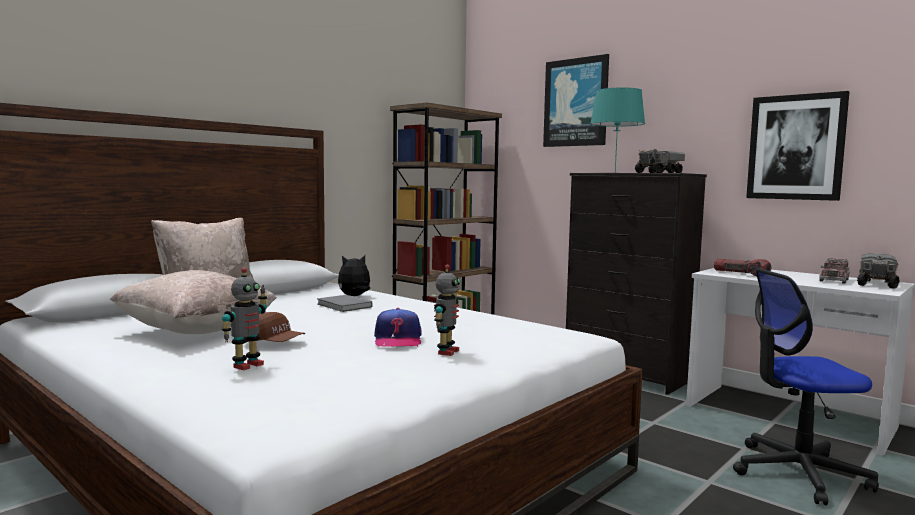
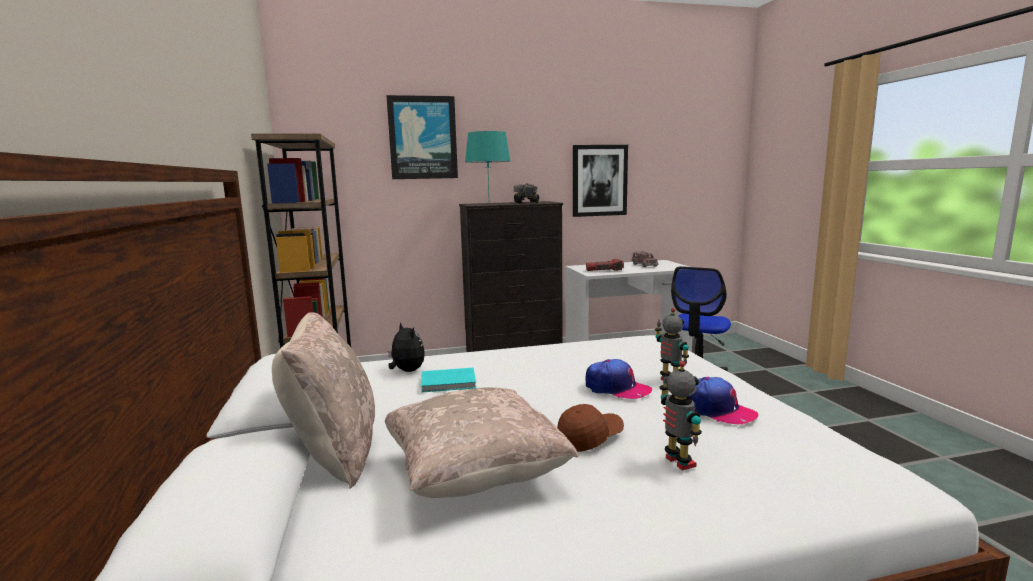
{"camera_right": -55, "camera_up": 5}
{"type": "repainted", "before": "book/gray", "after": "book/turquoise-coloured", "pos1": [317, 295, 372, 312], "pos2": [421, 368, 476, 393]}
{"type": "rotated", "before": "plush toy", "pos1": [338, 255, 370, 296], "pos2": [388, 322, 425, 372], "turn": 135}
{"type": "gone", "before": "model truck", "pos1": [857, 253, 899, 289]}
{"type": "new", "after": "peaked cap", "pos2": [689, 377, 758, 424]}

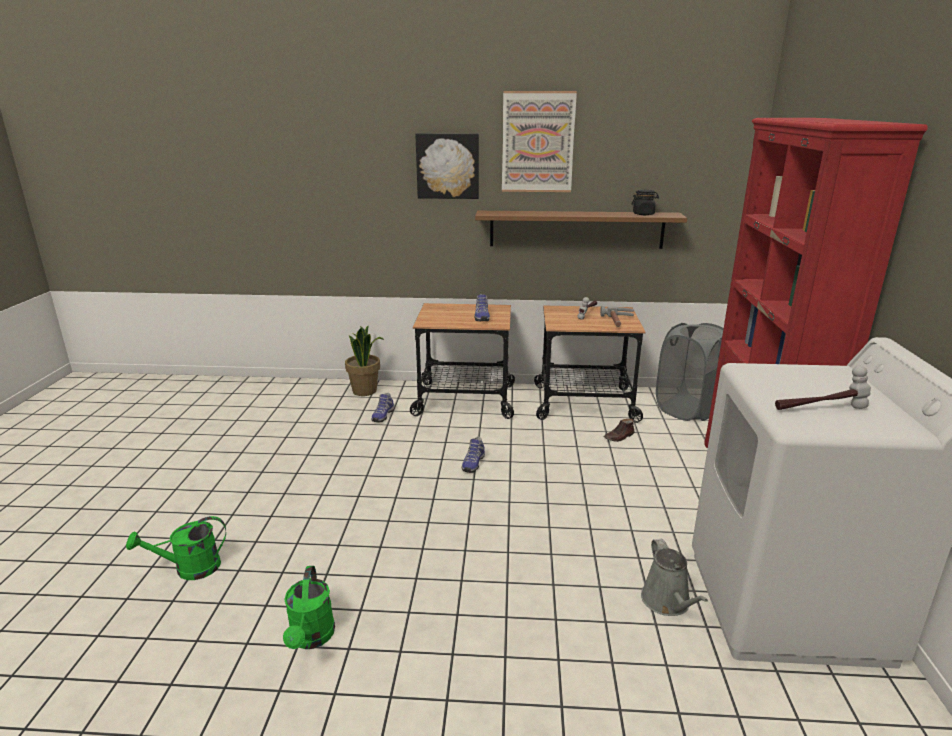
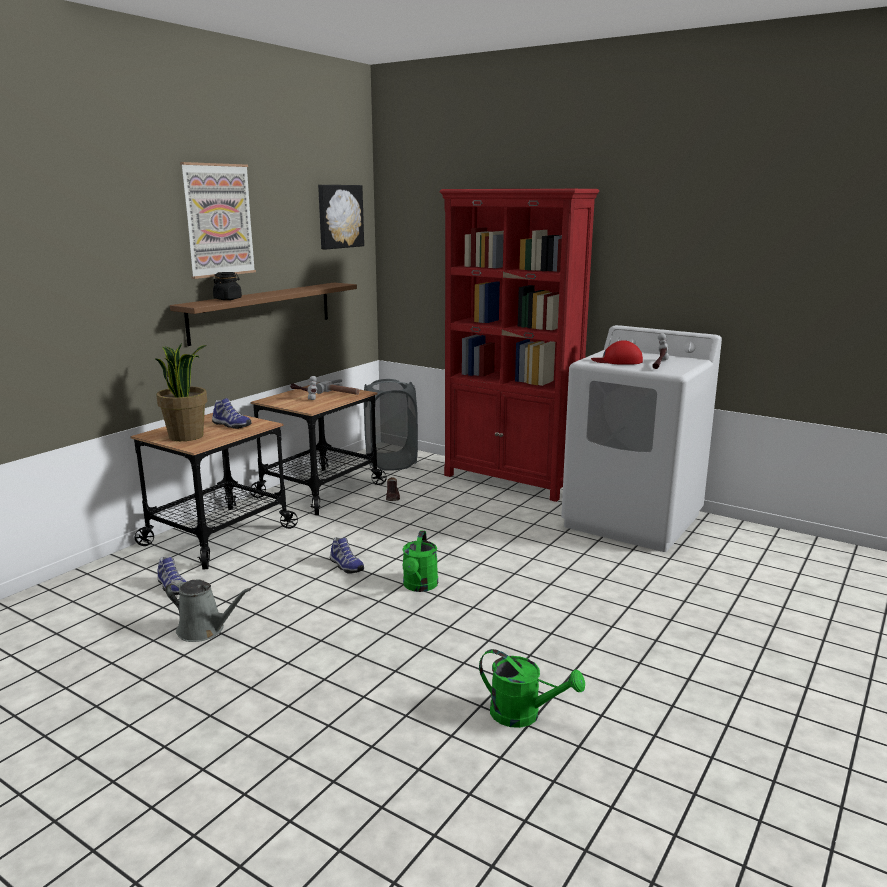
{"camera_right": -60, "camera_up": -5}
{"type": "shifted", "before": "watering pot/green", "pos1": [126, 516, 226, 580], "pos2": [402, 531, 438, 592]}
{"type": "shifted", "before": "potted plant", "pos1": [345, 325, 384, 396], "pos2": [155, 343, 207, 441]}
{"type": "shifted", "before": "wall art", "pos1": [415, 133, 479, 199], "pos2": [318, 185, 364, 250]}
{"type": "shifted", "before": "jar/blackish", "pos1": [631, 190, 659, 215], "pos2": [213, 272, 242, 300]}
{"type": "shifted", "before": "watering pot/gray", "pos1": [641, 539, 708, 616], "pos2": [165, 580, 251, 642]}
{"type": "new", "after": "peaked cap/red", "pos2": [591, 340, 643, 365]}

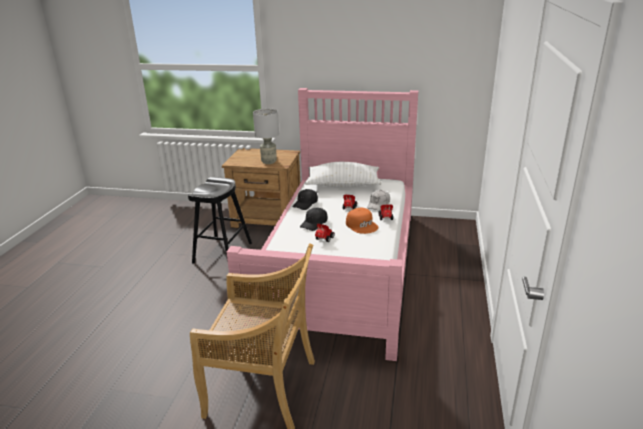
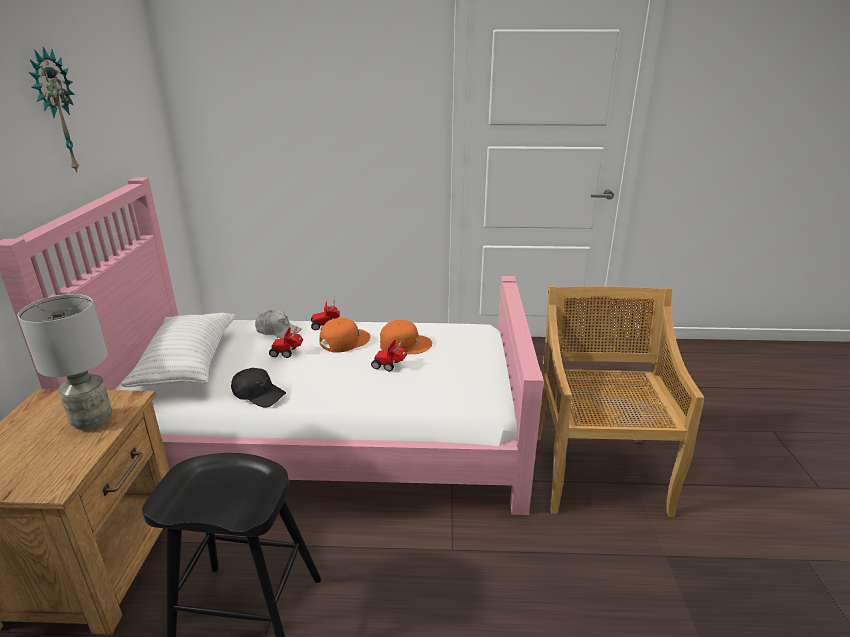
{"camera_right": -100, "camera_up": 0}
{"type": "gone", "before": "peaked cap/blackish", "pos1": [300, 208, 327, 231]}
{"type": "new", "after": "hanging clock", "pos2": [28, 47, 79, 172]}
{"type": "new", "after": "peaked cap/orange-coloured", "pos2": [380, 320, 432, 354]}

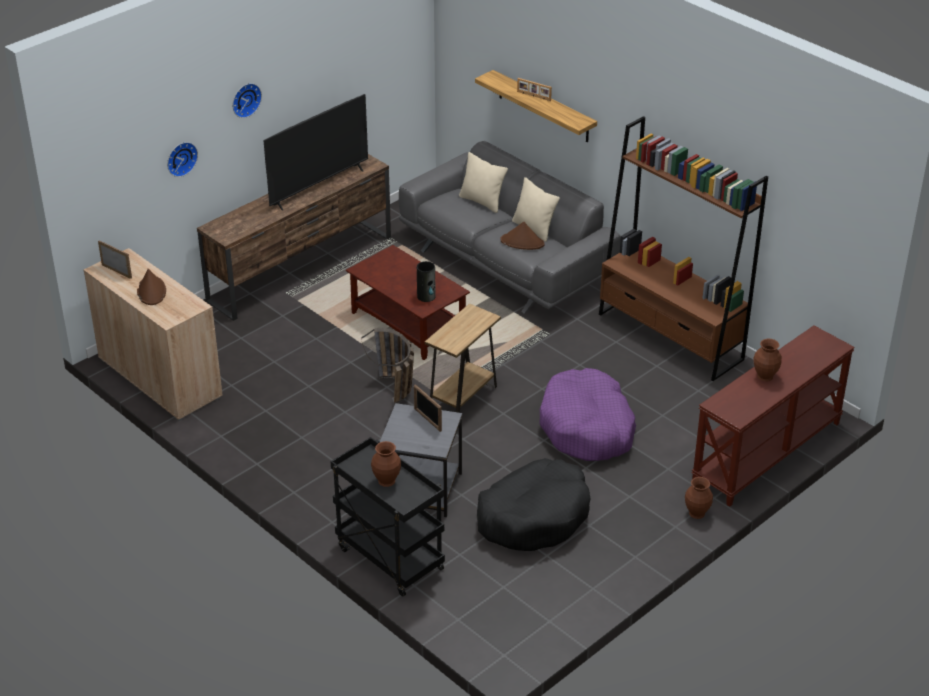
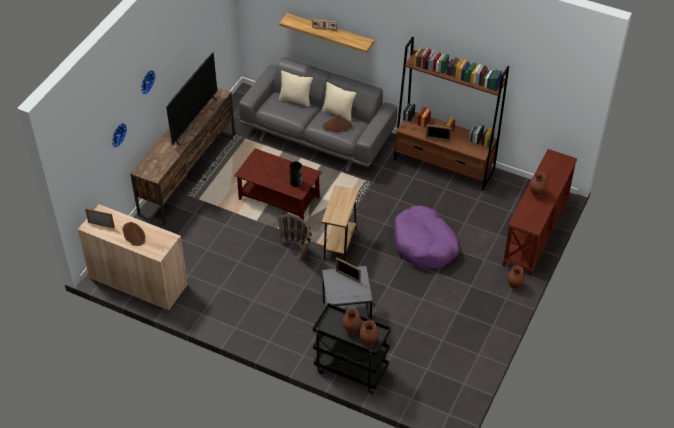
{"camera_right": -20, "camera_up": 10}
{"type": "gone", "before": "dog bed/blackish", "pos1": [477, 458, 591, 551]}
{"type": "new", "after": "vase/brownish", "pos2": [359, 320, 379, 347]}
{"type": "new", "after": "photo frame", "pos2": [425, 124, 452, 142]}

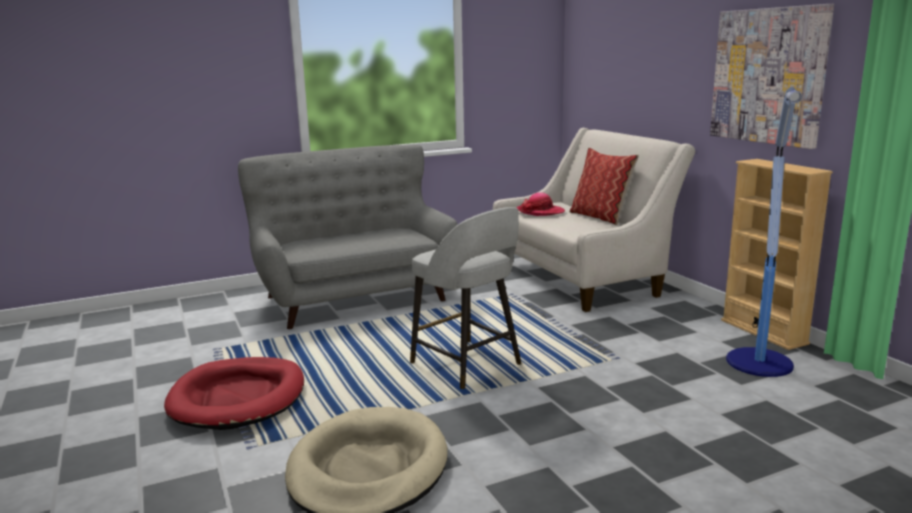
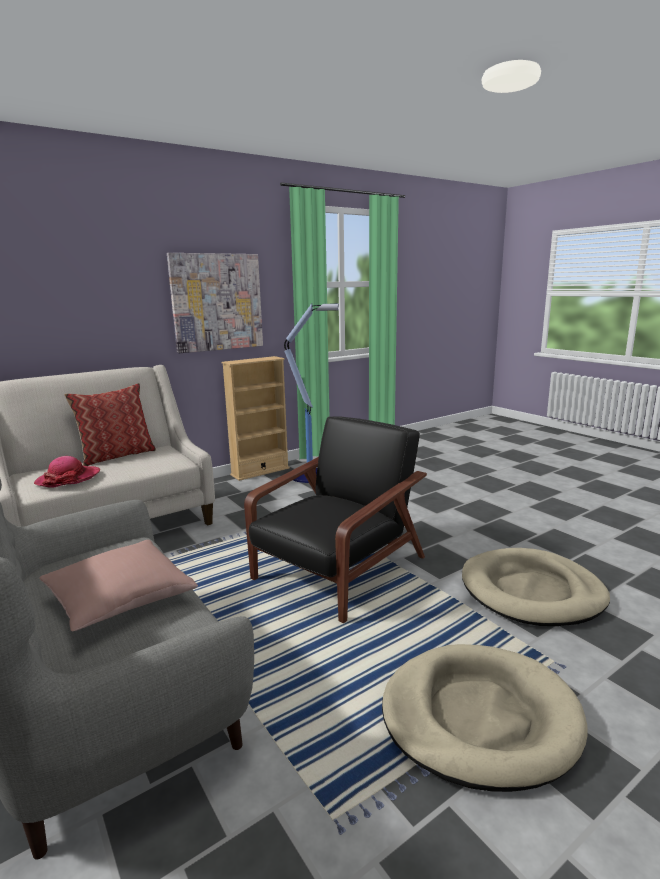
{"camera_right": -100, "camera_up": 0}
{"type": "repainted", "before": "dog bed/red", "after": "dog bed/sand-coloured", "pos1": [164, 357, 304, 430], "pos2": [382, 644, 588, 792]}
{"type": "swapped", "before": "stool seat/gray", "after": "armchair/blackish", "pos1": [410, 207, 521, 389], "pos2": [244, 416, 427, 623]}
{"type": "new", "after": "throw pillow/pinkish", "pos2": [40, 540, 198, 631]}

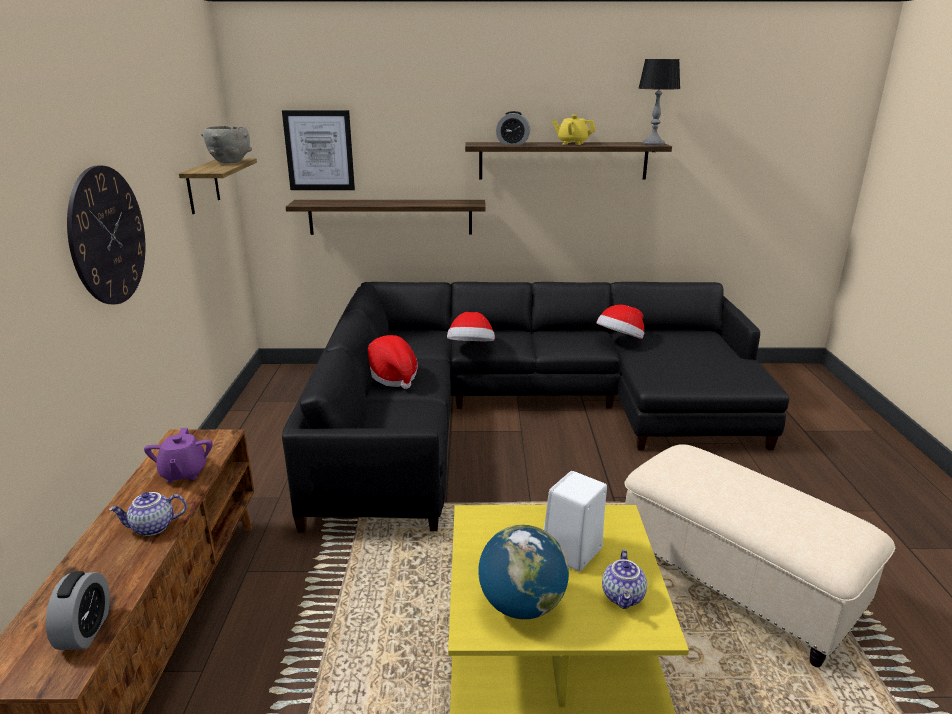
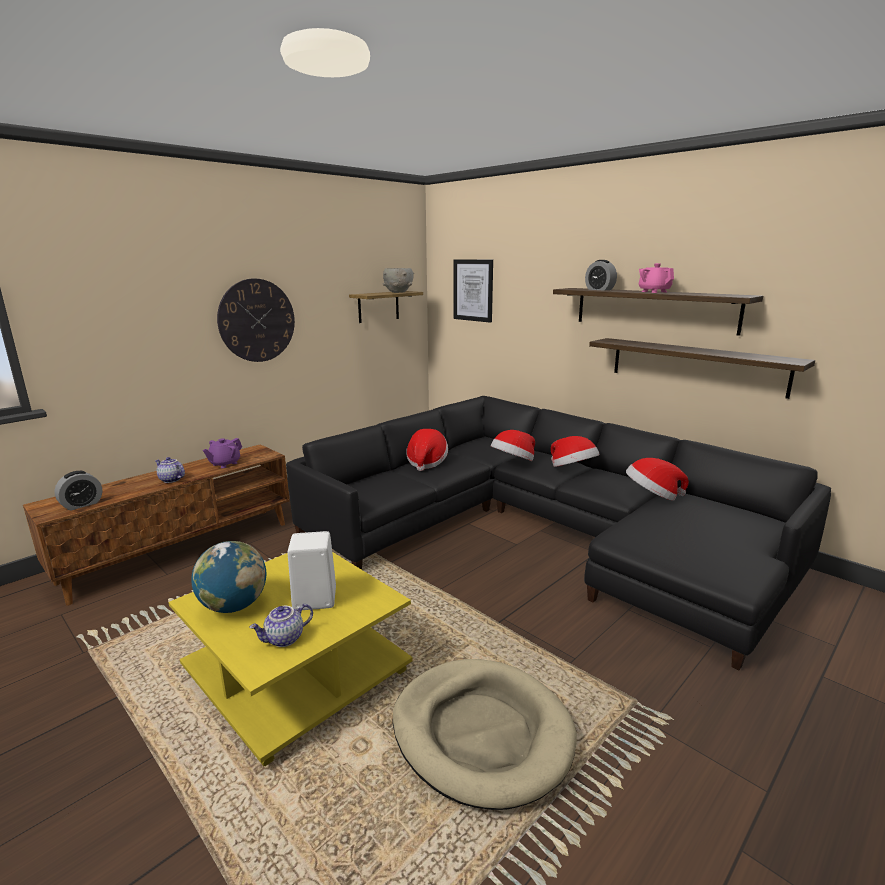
{"camera_right": 45, "camera_up": -5}
{"type": "shifted", "before": "bracket shelf", "pos1": [286, 200, 486, 235], "pos2": [589, 338, 815, 399]}
{"type": "repainted", "before": "tea pot/yellow", "after": "tea pot/pinkish", "pos1": [552, 115, 596, 145], "pos2": [639, 263, 674, 293]}
{"type": "swapped", "before": "ottoman/sand-coloured", "after": "dog bed/sand-coloured", "pos1": [625, 444, 895, 667], "pos2": [393, 659, 577, 810]}
{"type": "gone", "before": "lamp for a table", "pos1": [638, 59, 680, 145]}
{"type": "new", "after": "hat", "pos2": [551, 436, 599, 467]}

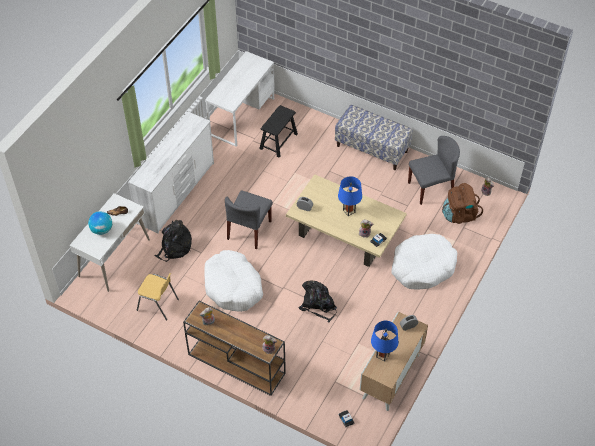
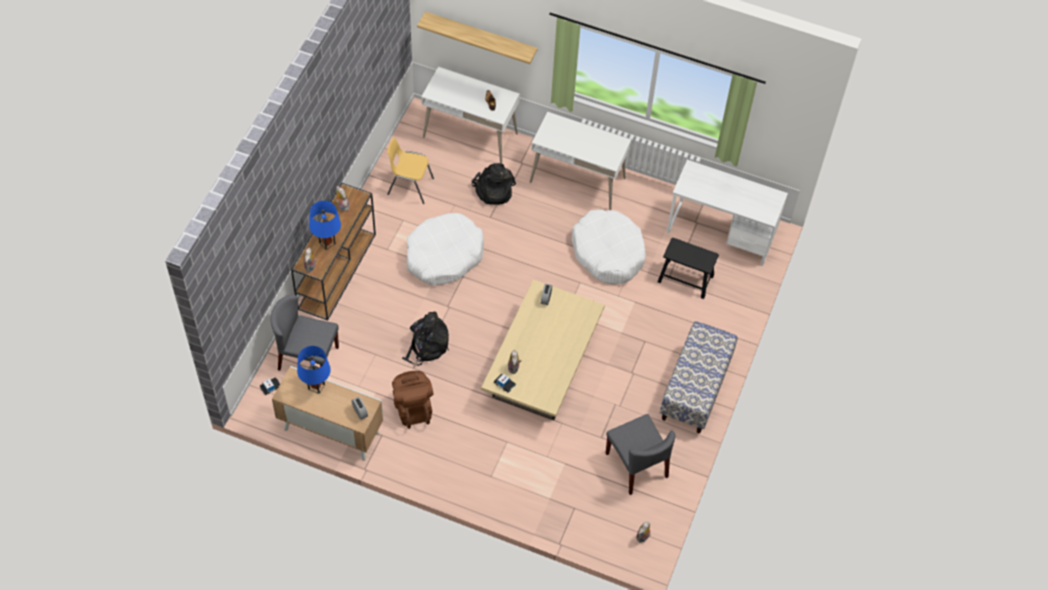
{"camera_right": 80, "camera_up": 5}
{"type": "gone", "before": "world globe", "pos1": [88, 211, 112, 235]}
{"type": "swapped", "before": "drawer chest/white-coloured", "after": "desk/white-coloured", "pos1": [128, 112, 214, 233], "pos2": [530, 112, 631, 210]}
{"type": "rotated", "before": "upright chair/yellow", "pos1": [137, 273, 179, 320], "pos2": [387, 138, 434, 204], "turn": 90}
{"type": "shifted", "before": "upright chair/gray", "pos1": [225, 190, 273, 249], "pos2": [271, 295, 339, 371]}
{"type": "shifted", "before": "lamp for a table/bluish", "pos1": [338, 176, 362, 216], "pos2": [309, 201, 341, 250]}
{"type": "shifted", "before": "dog bed/white-coloured", "pos1": [392, 234, 457, 290], "pos2": [572, 209, 646, 284]}
{"type": "shifted", "before": "backpack/brownish", "pos1": [442, 183, 483, 224], "pos2": [392, 371, 433, 429]}
{"type": "new", "after": "bracket shelf", "pos2": [417, 11, 538, 64]}

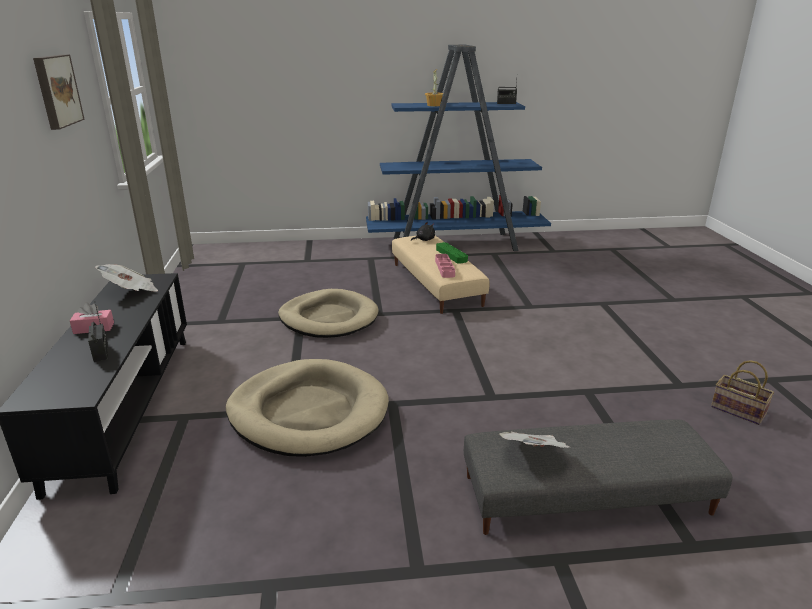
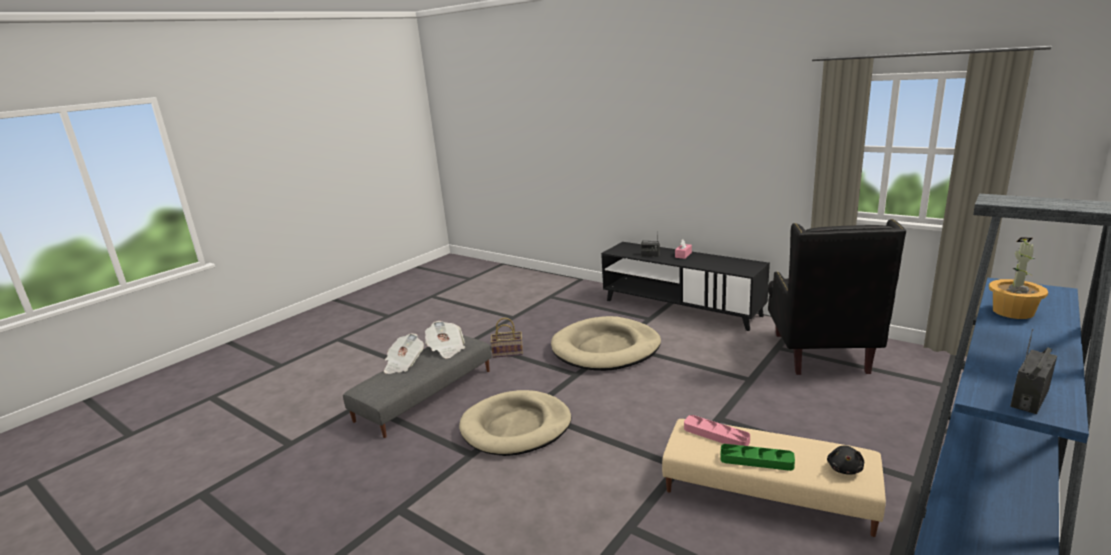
{"camera_right": 135, "camera_up": -5}
{"type": "gone", "before": "wall art", "pos1": [33, 54, 85, 130]}
{"type": "shifted", "before": "daily paper", "pos1": [95, 264, 158, 291], "pos2": [384, 333, 424, 374]}
{"type": "shifted", "before": "dog bed/sand-coloured", "pos1": [278, 289, 379, 338], "pos2": [459, 390, 571, 456]}
{"type": "shifted", "before": "storage basket", "pos1": [711, 360, 774, 425], "pos2": [490, 318, 523, 358]}
{"type": "new", "after": "armchair/blackish", "pos2": [768, 219, 906, 375]}

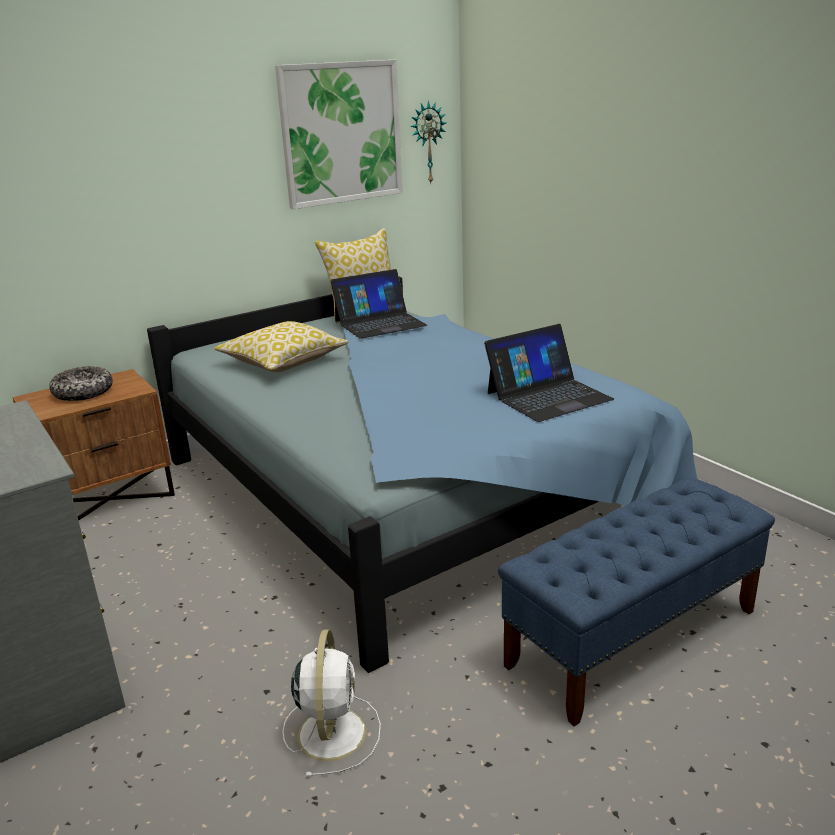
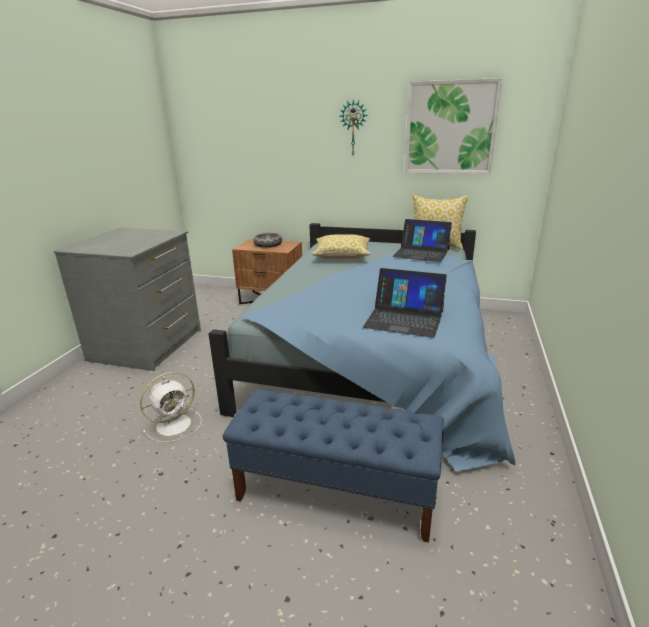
{"camera_right": 50, "camera_up": 0}
{"type": "shifted", "before": "hanging clock", "pos1": [411, 101, 446, 183], "pos2": [340, 99, 368, 155]}

